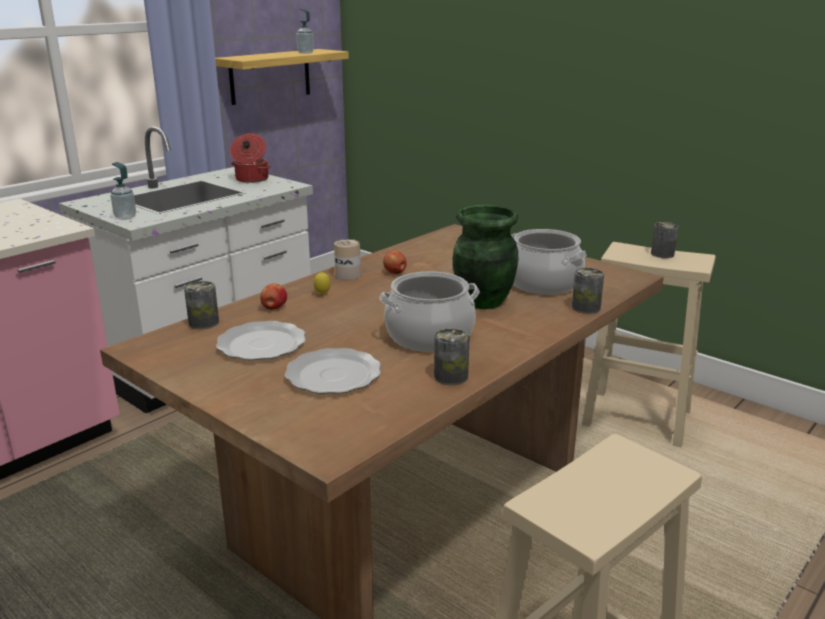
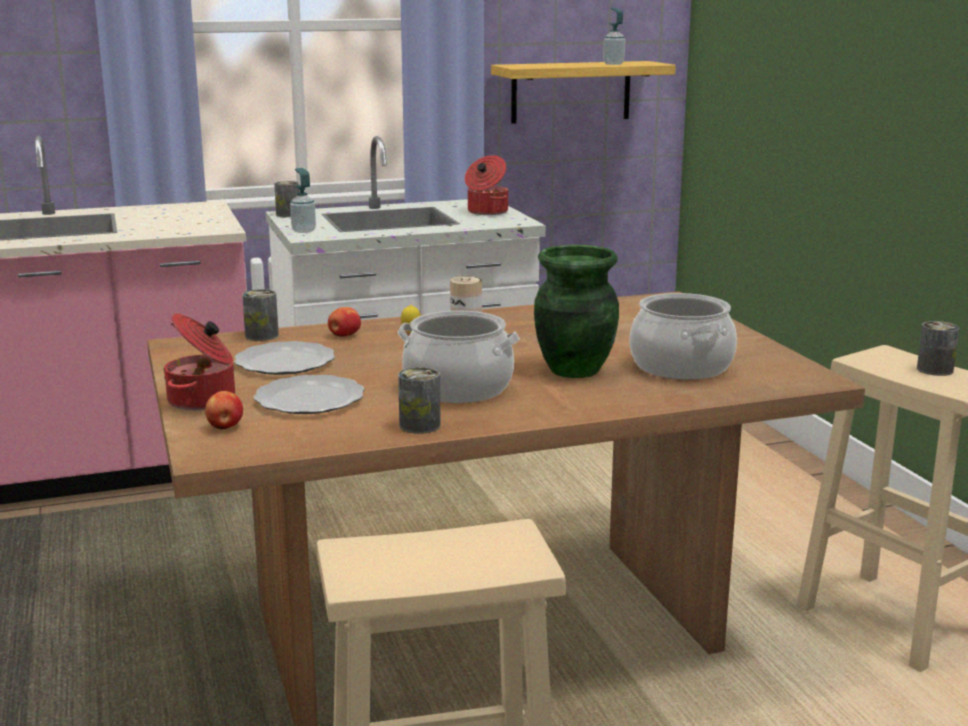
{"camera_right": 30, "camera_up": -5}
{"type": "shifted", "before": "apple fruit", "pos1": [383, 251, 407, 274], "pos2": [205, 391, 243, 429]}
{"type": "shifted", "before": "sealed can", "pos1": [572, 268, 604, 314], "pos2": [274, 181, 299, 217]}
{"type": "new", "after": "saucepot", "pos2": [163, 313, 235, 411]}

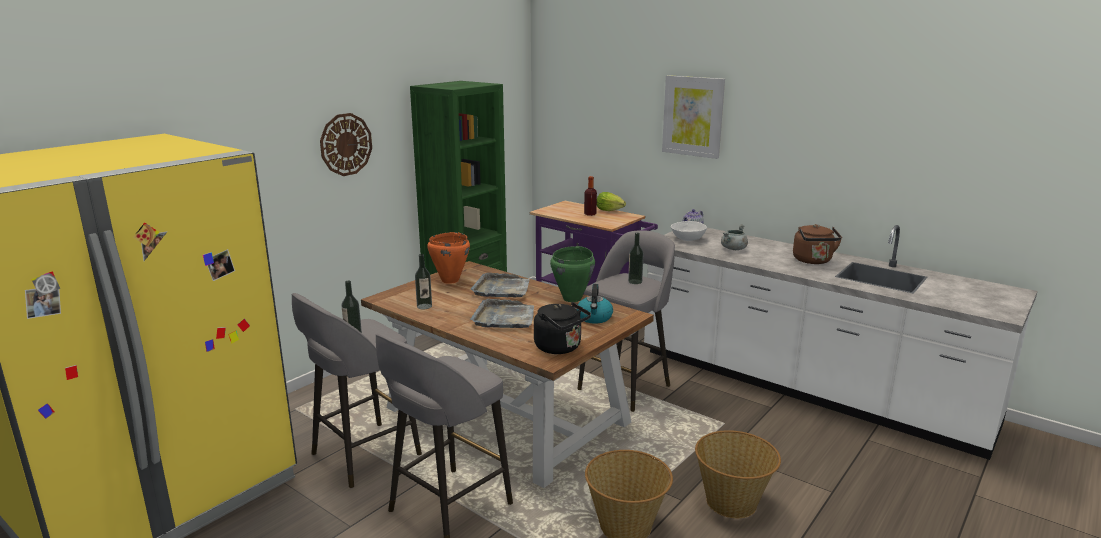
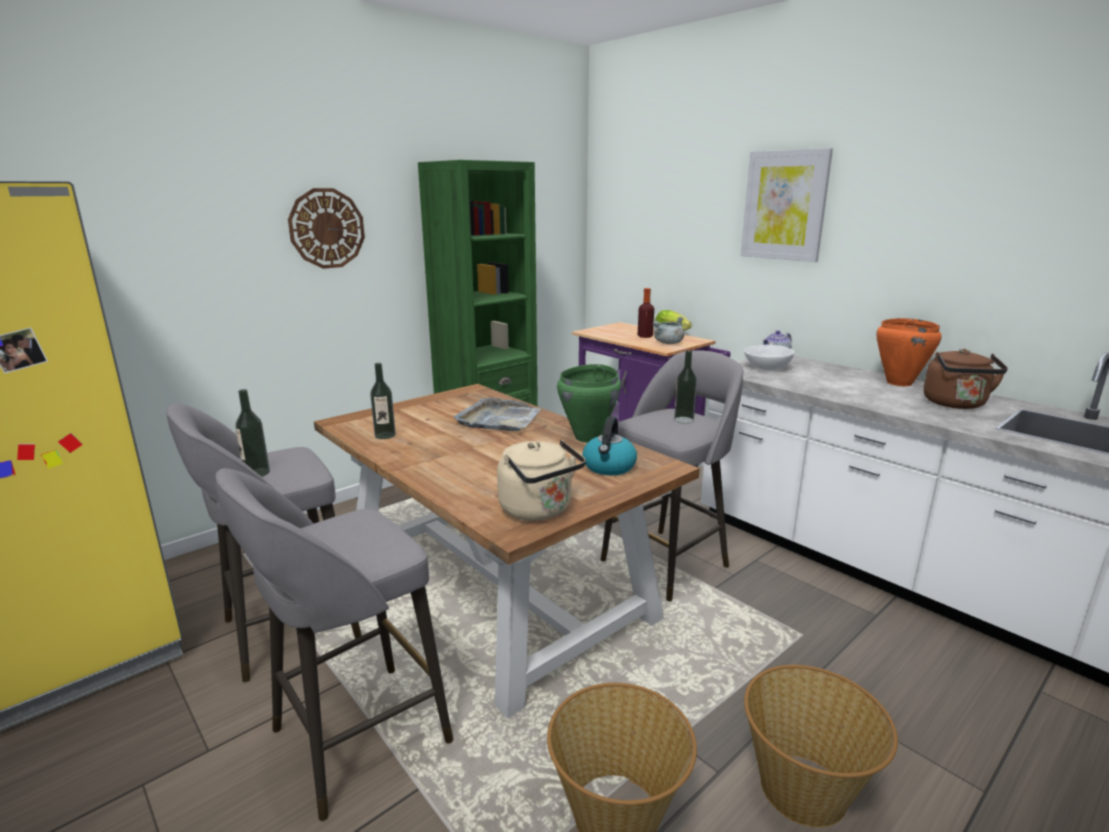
{"camera_right": 10, "camera_up": 0}
{"type": "shifted", "before": "saucepot/orange-coloured", "pos1": [427, 232, 470, 284], "pos2": [876, 318, 942, 386]}
{"type": "gone", "before": "serving tray/gray", "pos1": [470, 299, 534, 328]}
{"type": "repainted", "before": "tea kettle/blackish", "after": "tea kettle/sand-coloured", "pos1": [534, 302, 591, 354], "pos2": [497, 440, 586, 521]}
{"type": "shifted", "before": "saucepot/gray", "pos1": [721, 224, 748, 250], "pos2": [652, 317, 684, 344]}

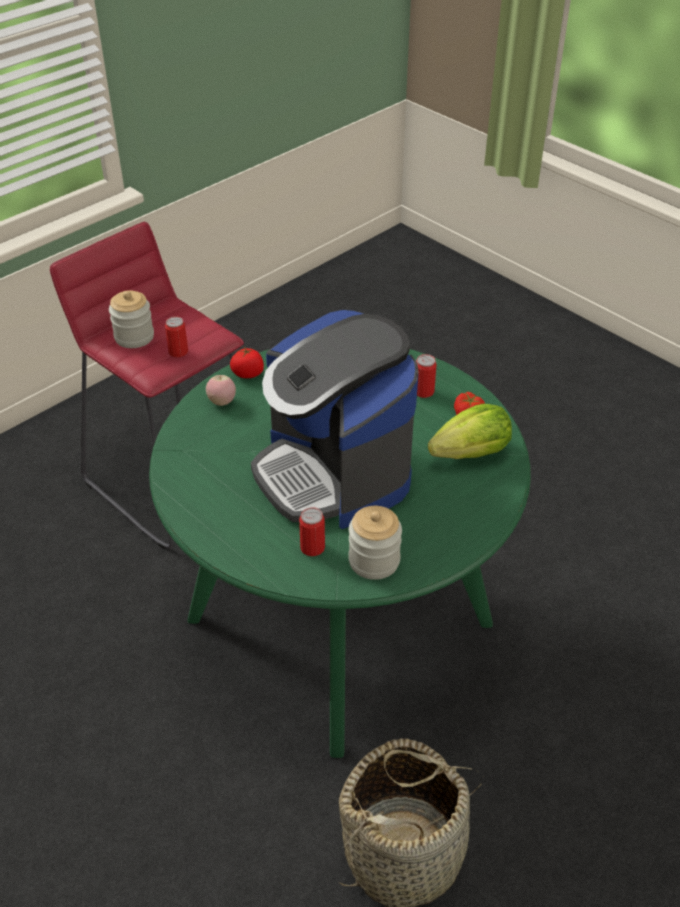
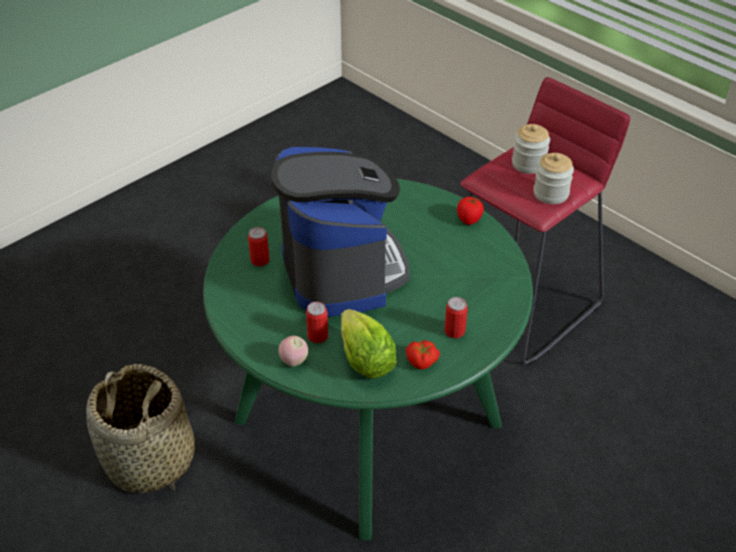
{"camera_right": 90, "camera_up": 0}
{"type": "shifted", "before": "sealed can", "pos1": [165, 316, 188, 357], "pos2": [306, 302, 328, 343]}
{"type": "shifted", "before": "apple fruit", "pos1": [206, 375, 236, 406], "pos2": [278, 336, 308, 366]}
{"type": "rotated", "before": "coffee brewer", "pos1": [251, 310, 419, 529], "pos2": [271, 147, 410, 317], "turn": 105}
{"type": "shifted", "before": "jar", "pos1": [348, 506, 402, 580], "pos2": [533, 153, 574, 204]}

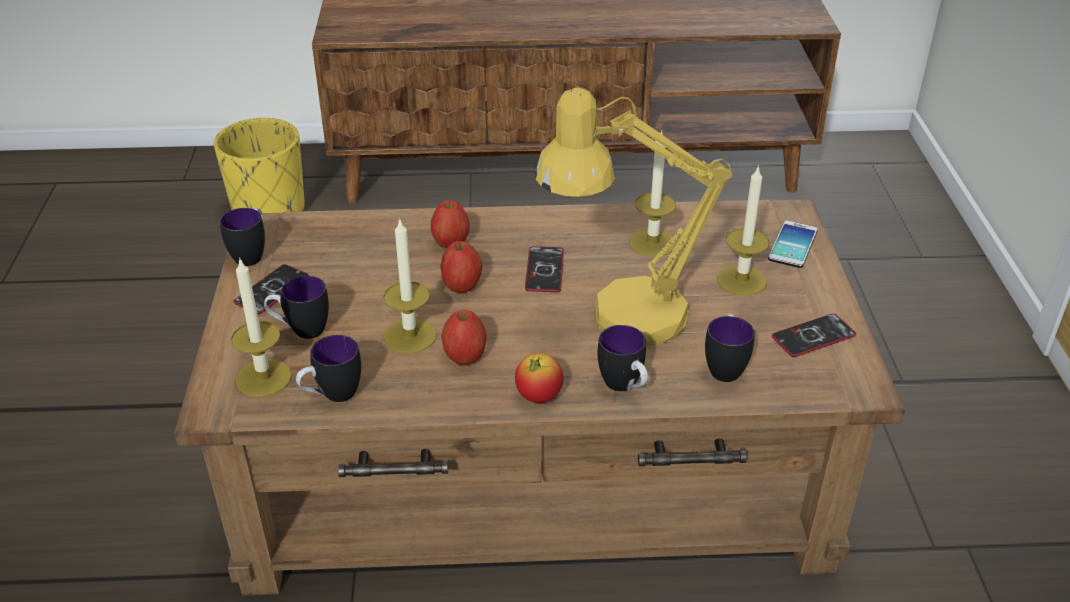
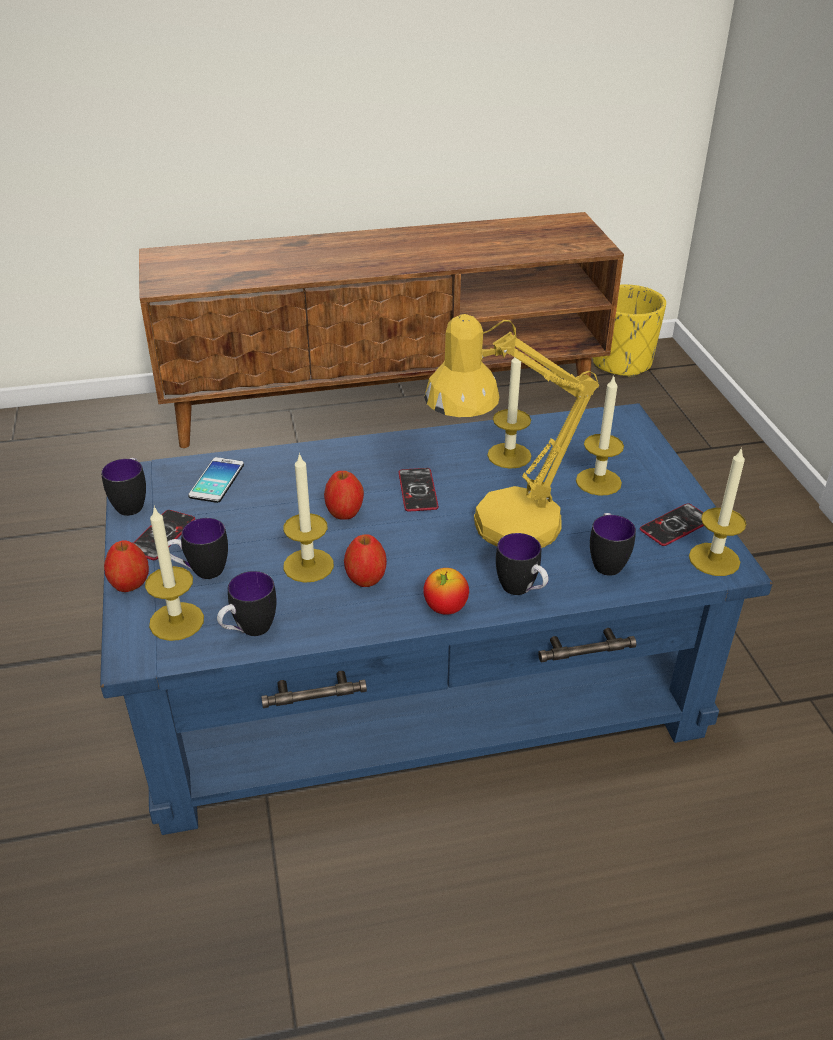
{"camera_right": -10, "camera_up": 0}
{"type": "repainted", "before": "coffee table/brownish", "after": "coffee table/bluish", "pos1": [174, 199, 905, 596], "pos2": [100, 403, 772, 835]}
{"type": "shifted", "before": "planter/yellow", "pos1": [214, 118, 305, 213], "pos2": [593, 284, 666, 377]}
{"type": "shifted", "before": "apple fruit", "pos1": [431, 200, 470, 248], "pos2": [104, 540, 149, 592]}
{"type": "shifted", "before": "telephone", "pos1": [768, 221, 818, 268], "pos2": [188, 457, 244, 503]}
{"type": "new", "after": "wax candle", "pos2": [689, 447, 746, 576]}

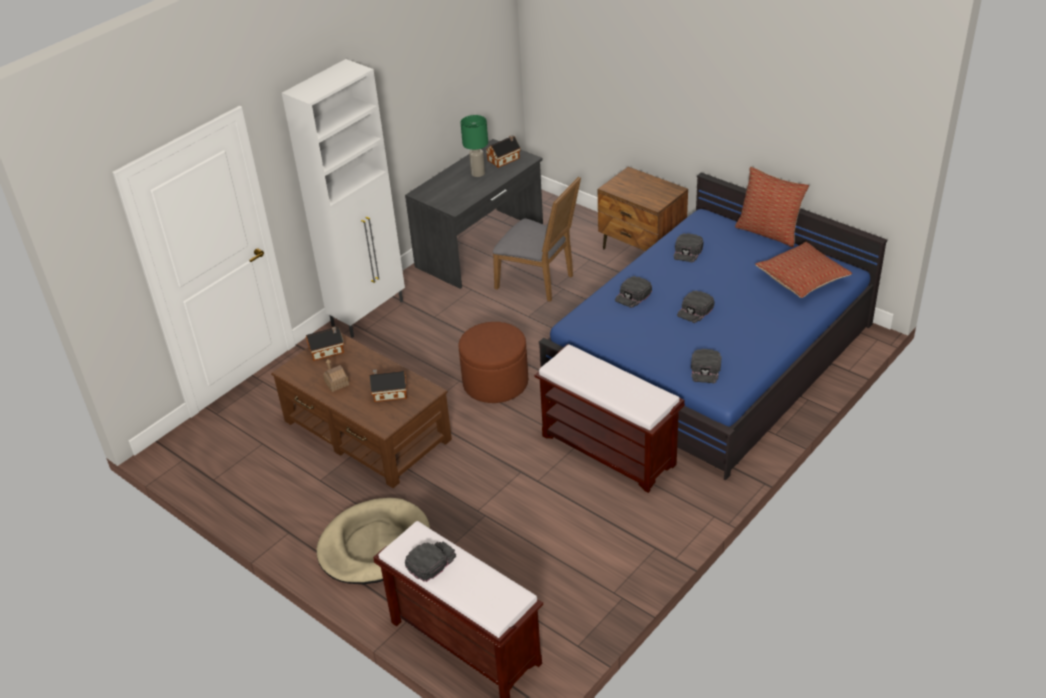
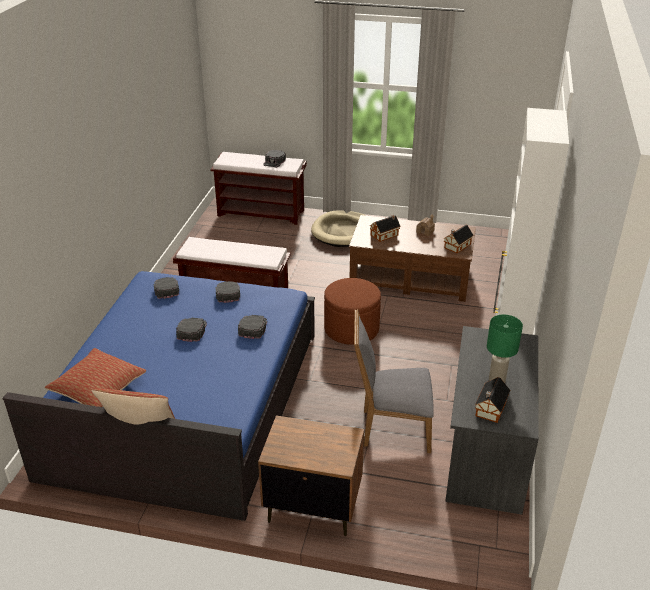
{"camera_right": 150, "camera_up": -5}
{"type": "shifted", "before": "peaked cap/blackish", "pos1": [674, 233, 703, 263], "pos2": [216, 281, 240, 303]}

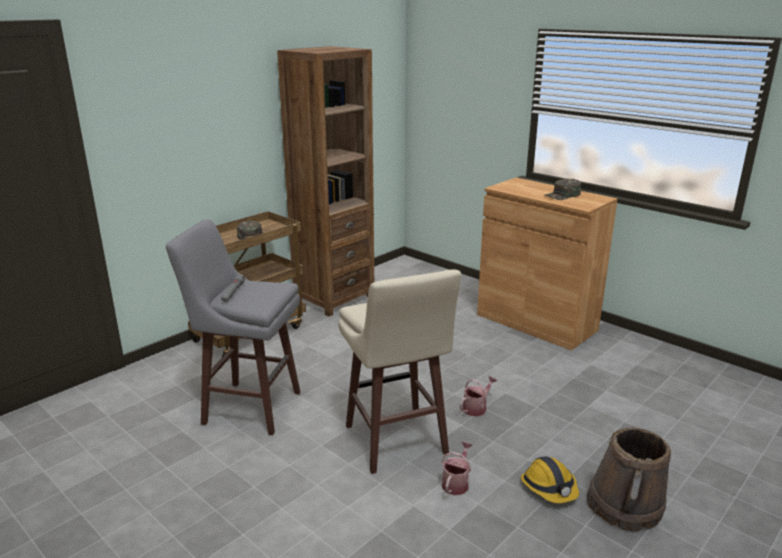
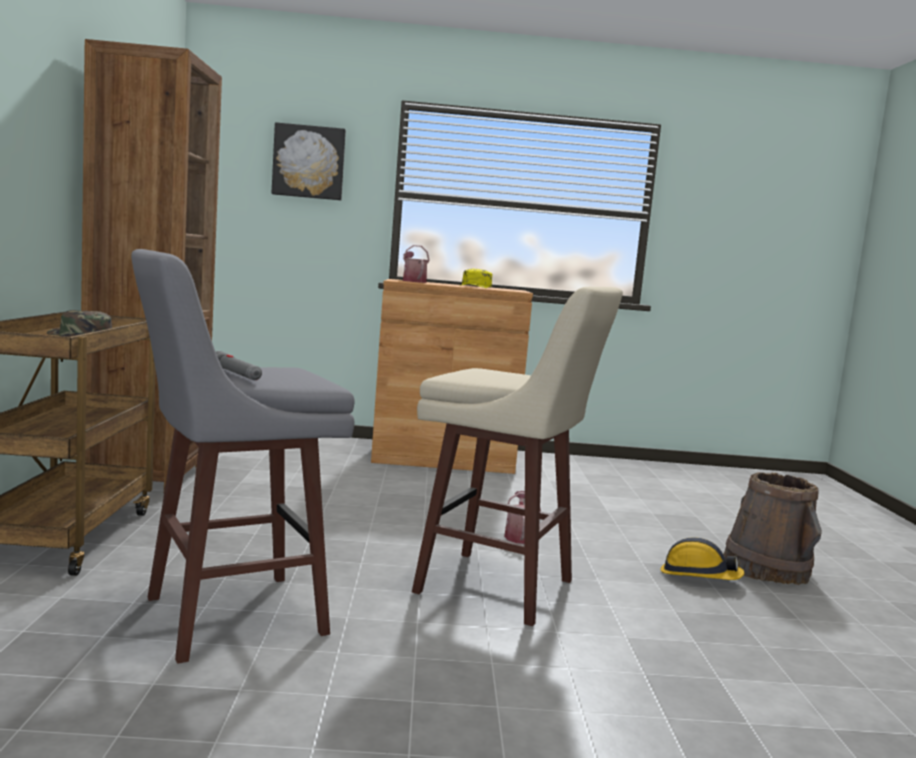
{"camera_right": -45, "camera_up": -15}
{"type": "shifted", "before": "watering pot", "pos1": [442, 442, 473, 495], "pos2": [403, 245, 430, 283]}
{"type": "repainted", "before": "peaked cap/green", "after": "peaked cap/yellow", "pos1": [544, 179, 581, 200], "pos2": [459, 269, 492, 288]}
{"type": "new", "after": "wall art", "pos2": [271, 122, 346, 200]}

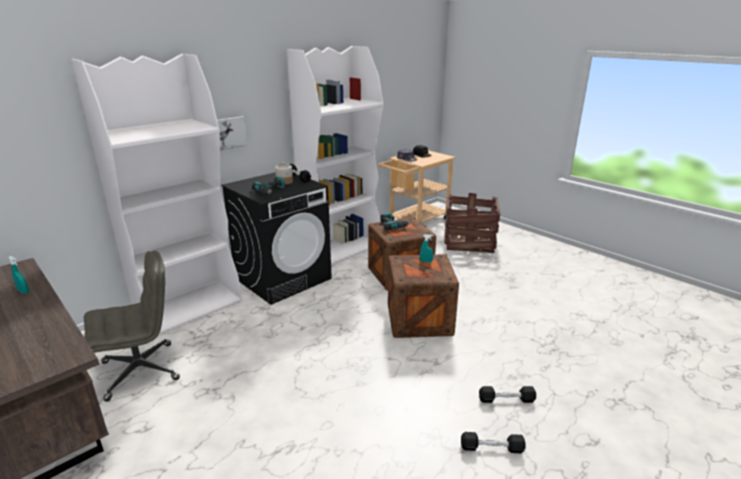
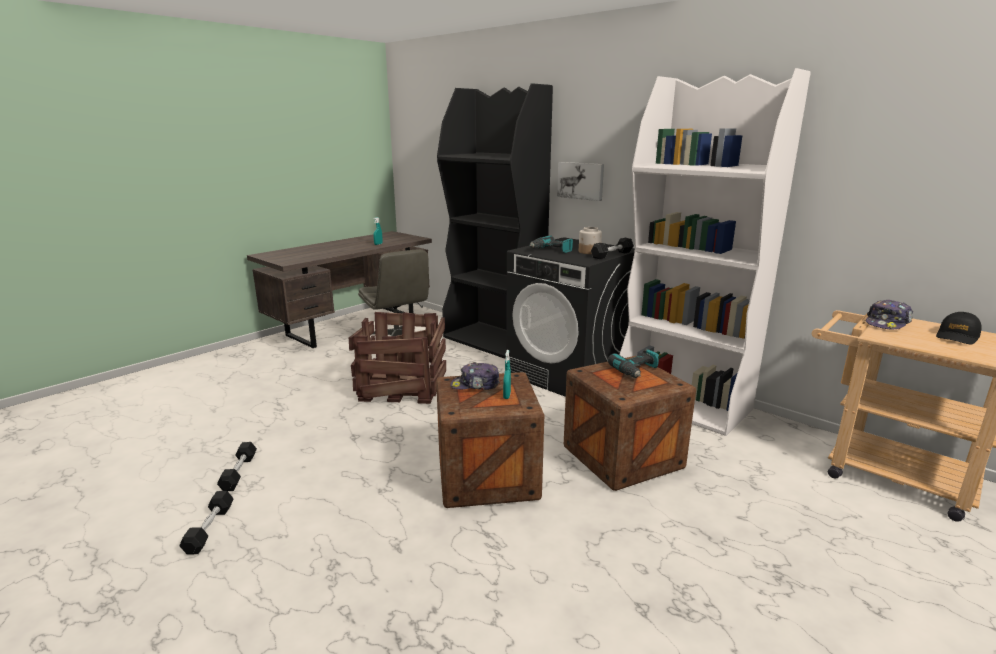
{"camera_right": 85, "camera_up": -5}
{"type": "repainted", "before": "bookshelf/white-coloured", "after": "bookshelf/blackish", "pos1": [72, 54, 242, 335], "pos2": [437, 83, 553, 359]}
{"type": "shifted", "before": "packing crate", "pos1": [444, 193, 500, 253], "pos2": [349, 312, 446, 404]}
{"type": "shifted", "before": "free weight/blackish", "pos1": [479, 386, 536, 403], "pos2": [217, 442, 257, 491]}
{"type": "new", "after": "peaked cap", "pos2": [450, 362, 500, 390]}

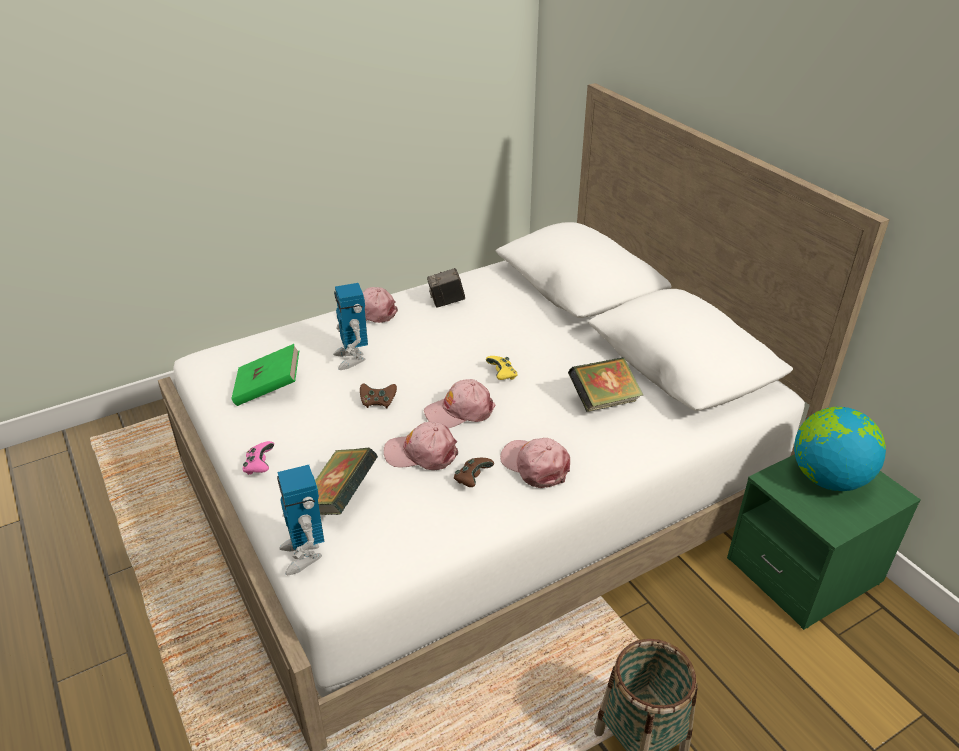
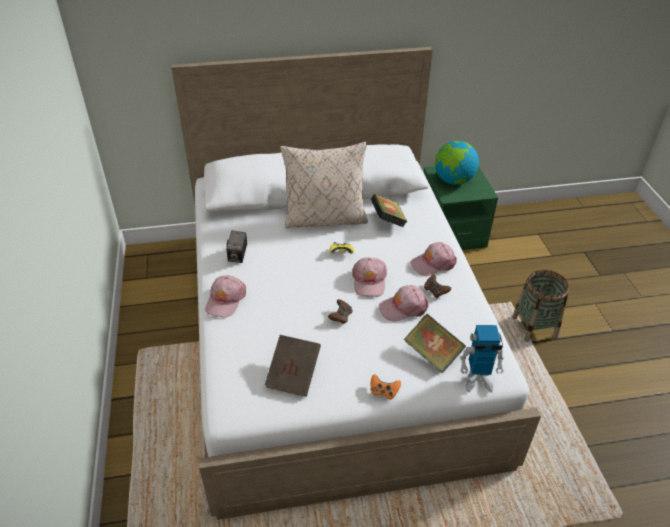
{"camera_right": -70, "camera_up": 5}
{"type": "repainted", "before": "book/green", "after": "book/brownish", "pos1": [231, 344, 299, 406], "pos2": [265, 335, 321, 397]}
{"type": "repainted", "before": "gamepad/pinkish", "after": "gamepad/orange-coloured", "pos1": [243, 441, 274, 475], "pos2": [371, 374, 401, 400]}
{"type": "gone", "before": "toy robot", "pos1": [333, 283, 368, 370]}
{"type": "rotated", "before": "peaked cap/pinkish", "pos1": [384, 422, 458, 470], "pos2": [378, 285, 429, 322], "turn": 45}
{"type": "new", "after": "throw pillow/sand-coloured", "pos2": [280, 142, 368, 228]}

